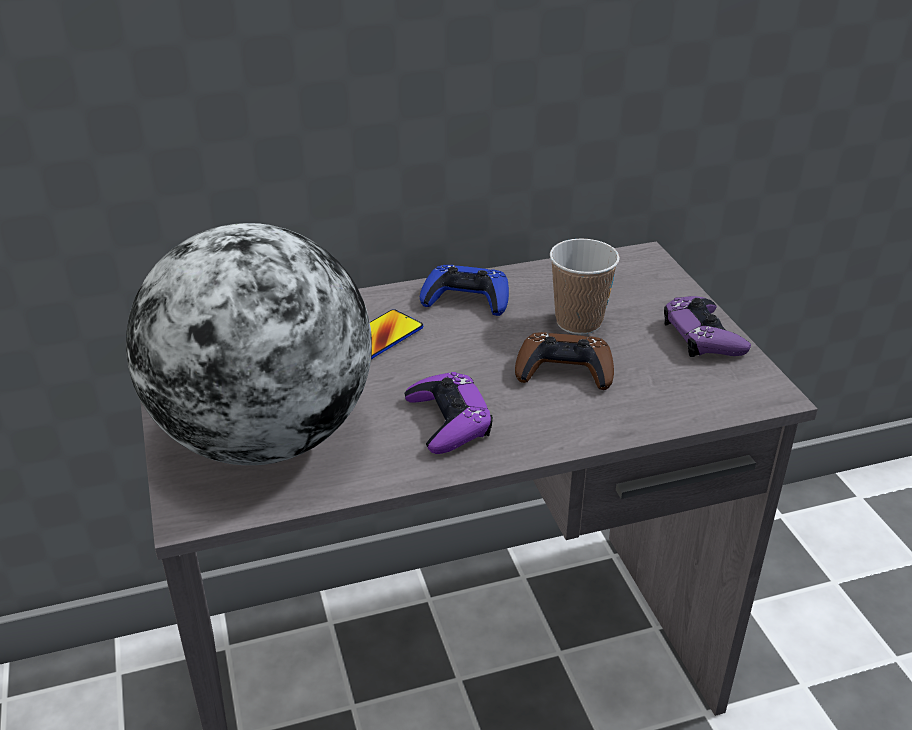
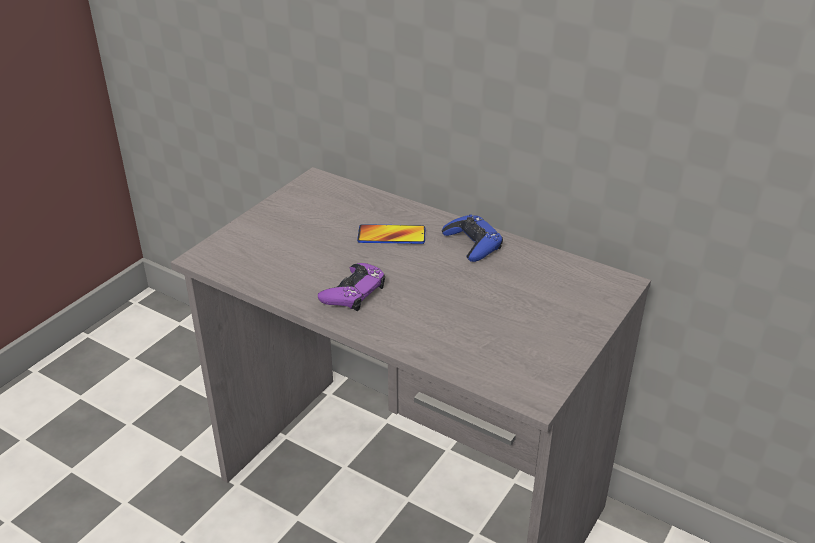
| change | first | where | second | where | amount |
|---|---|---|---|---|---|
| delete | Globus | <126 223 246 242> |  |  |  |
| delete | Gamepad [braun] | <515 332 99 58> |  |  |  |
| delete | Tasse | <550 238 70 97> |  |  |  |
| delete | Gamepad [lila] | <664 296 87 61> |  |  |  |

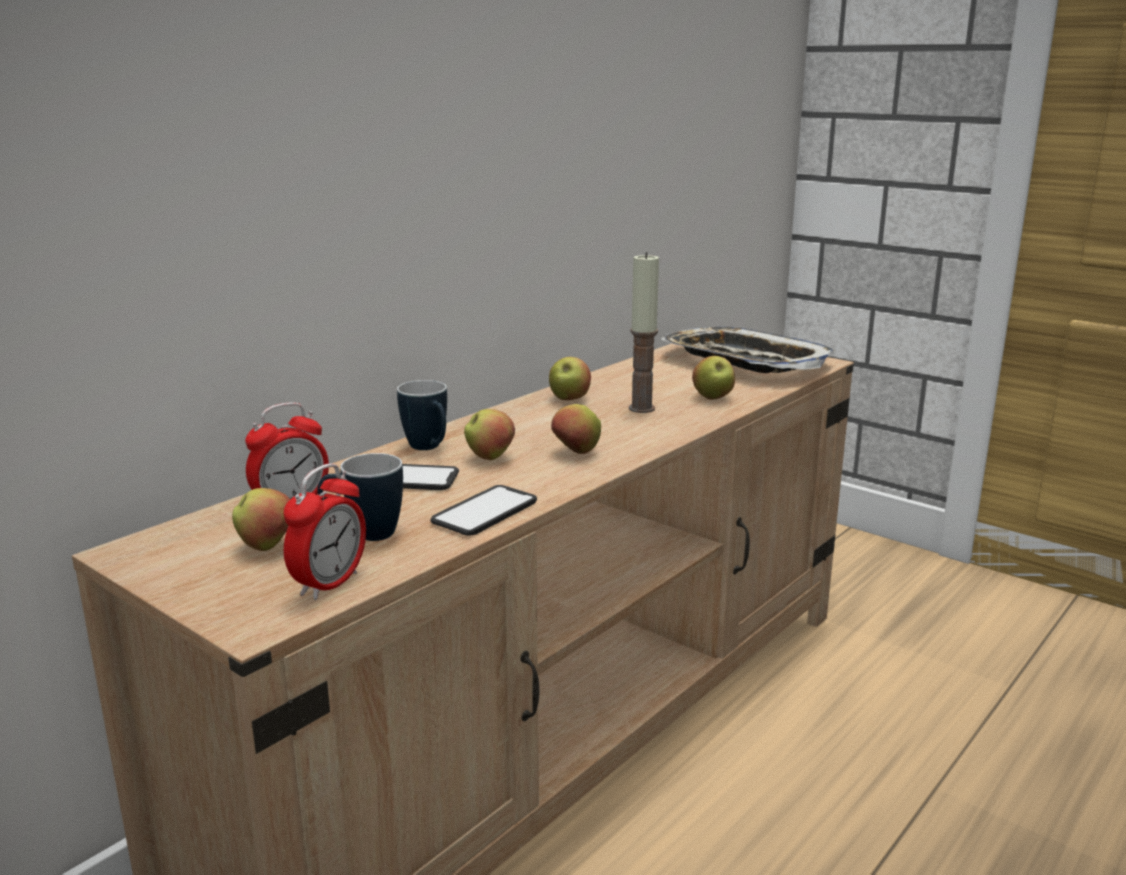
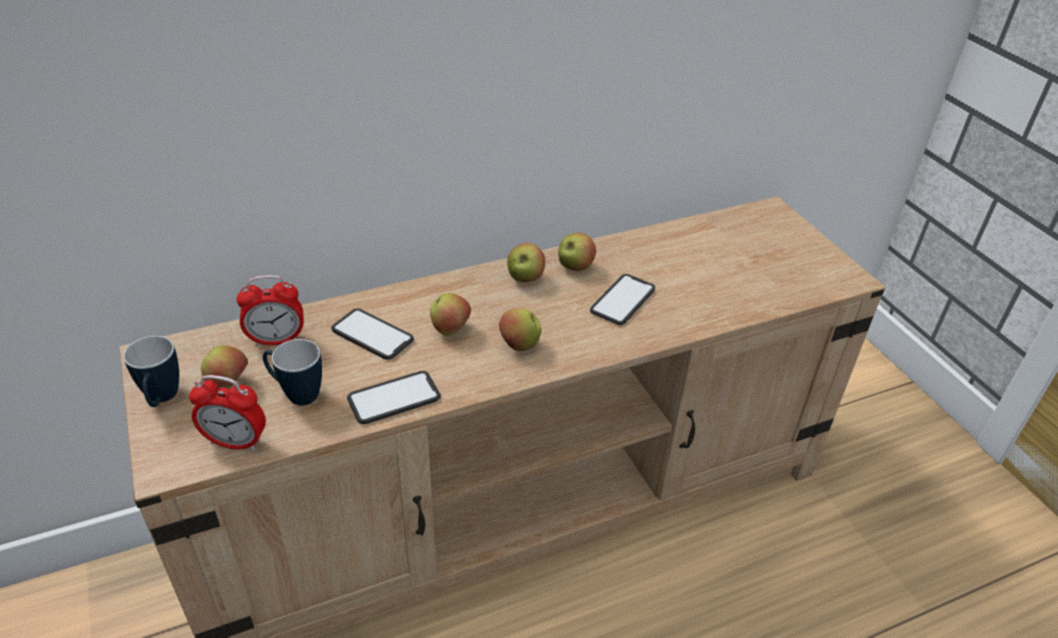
| change | first | where | second | where | amount |
|---|---|---|---|---|---|
| rotate | Wecker | <283 464 83 136> |  | <189 375 77 76> | 45 degrees clockwise |
| move | Henkelbecher | <397 380 50 70> |  | <123 336 56 71> |  |
| replace | Kerze | <629 252 30 161> | Handy | <590 274 65 51> |  |
| delete | Tablett | <661 327 173 46> |  |  |  |
| move | Apfel | <692 356 43 44> |  | <507 243 38 39> |  |

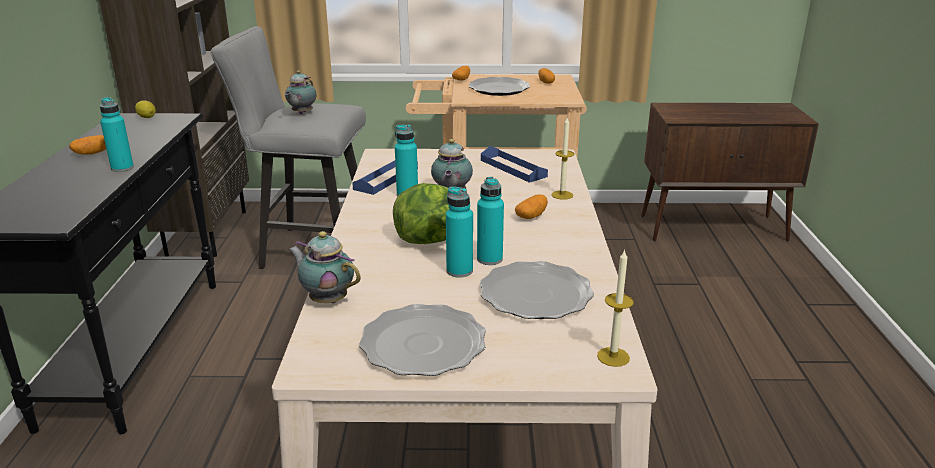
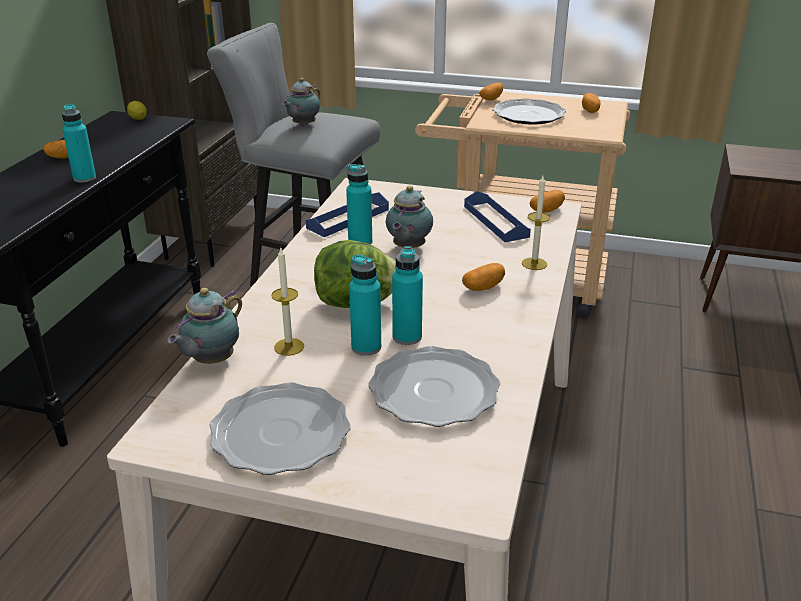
| change | first | where | second | where | amount |
|---|---|---|---|---|---|
| rotate | Teekanne | <288 231 73 72> |  | <167 288 75 76> | 105 degrees counterclockwise |
| move | Kerze | <597 249 37 118> |  | <271 248 33 108> |  |
| insert |  |  | Kartoffel | <530 190 35 23> |  |

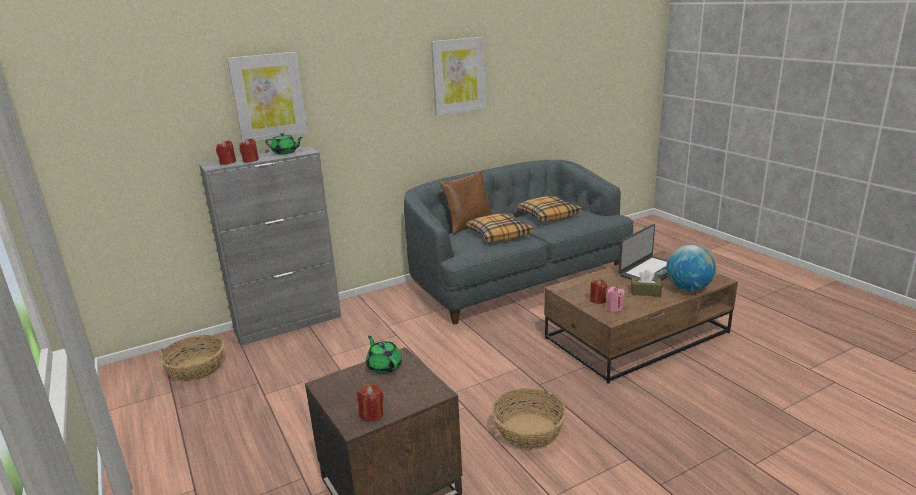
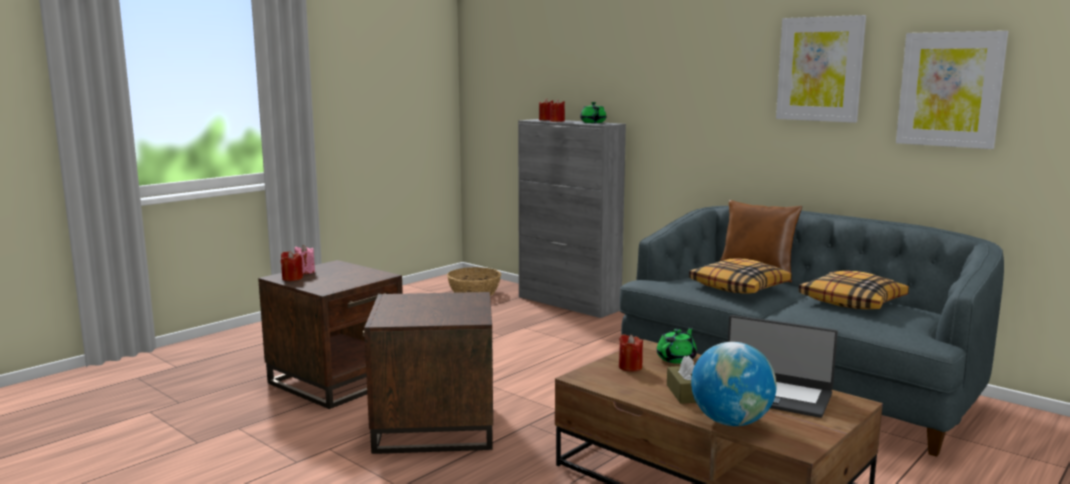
| change | first | where | second | where | amount |
|---|---|---|---|---|---|
| move | Bild | <227 52 81 90> |  | <896 31 113 118> |  |
| move | Teekanne [grün] | <366 336 36 38> |  | <657 327 40 37> |  |
| replace | Korb | <492 388 74 62> | Beistelltisch [braun] | <363 292 130 162> |  |
| move | Kerze [rosa] | <606 287 19 25> |  | <294 245 21 29> |  |

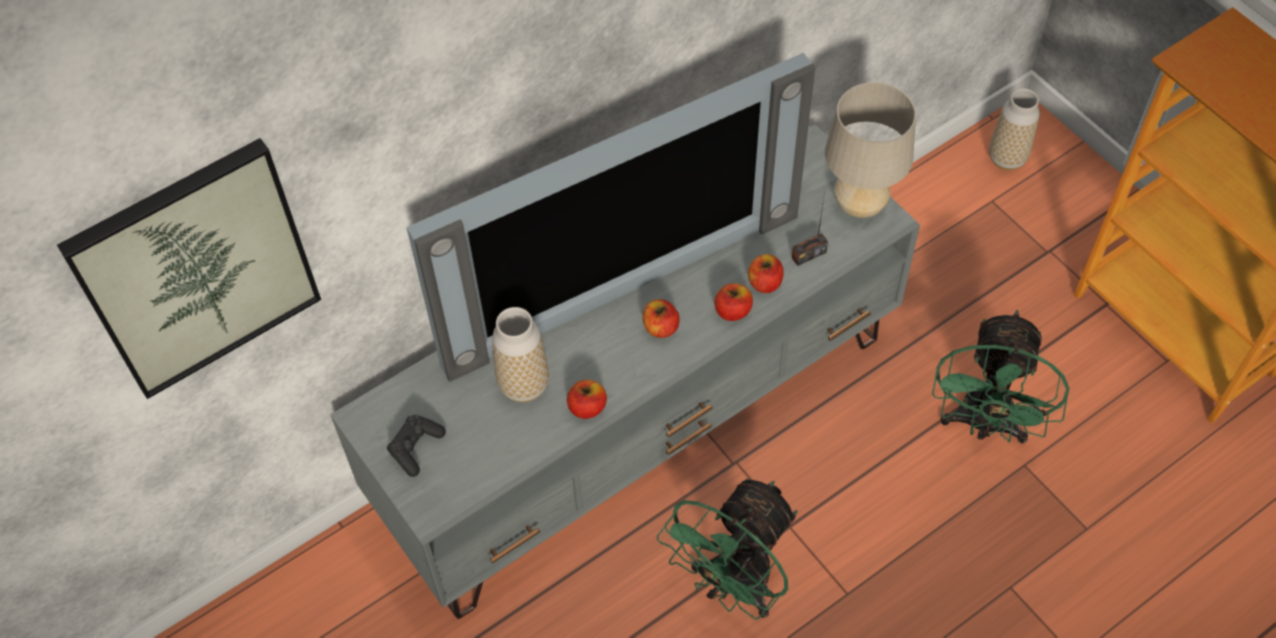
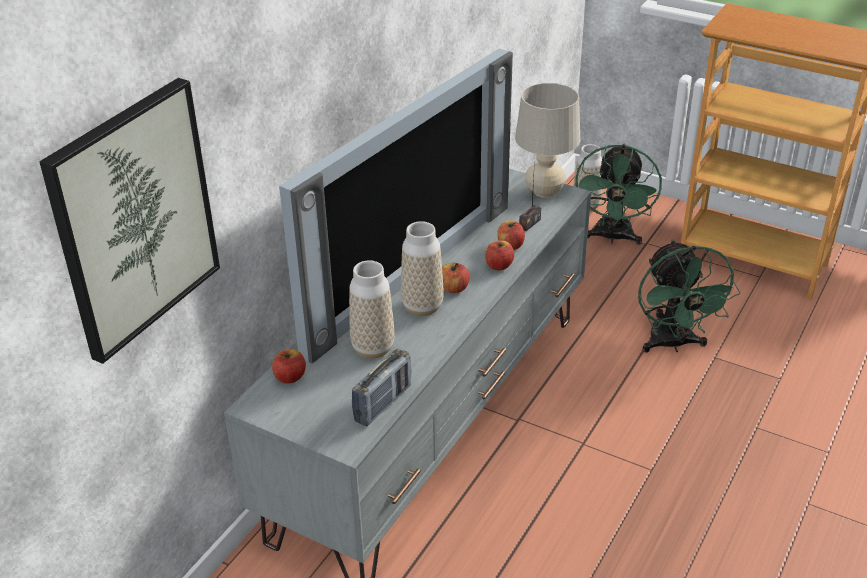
| change | first | where | second | where | amount |
|---|---|---|---|---|---|
| delete | Gamepad [schwarz] | <387 415 59 62> |  |  |  |
| move | Apfel | <567 380 40 39> |  | <272 349 34 35> |  |
| move | Ventilator [grün] | <657 479 140 141> |  | <574 144 88 101> |  |
| insert |  |  | Radio | <352 349 60 77> |  |
| insert |  |  | Vase | <401 221 43 95> |  |

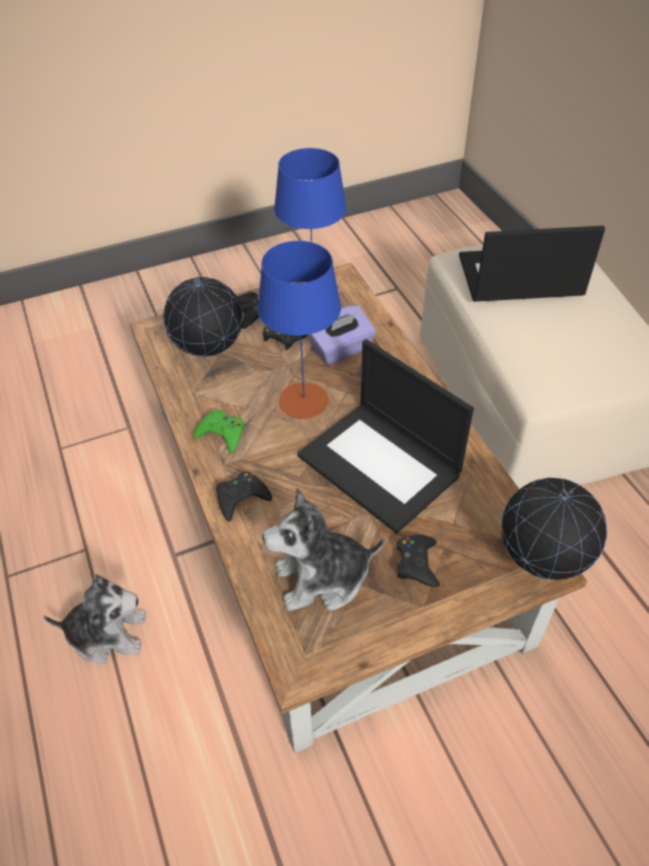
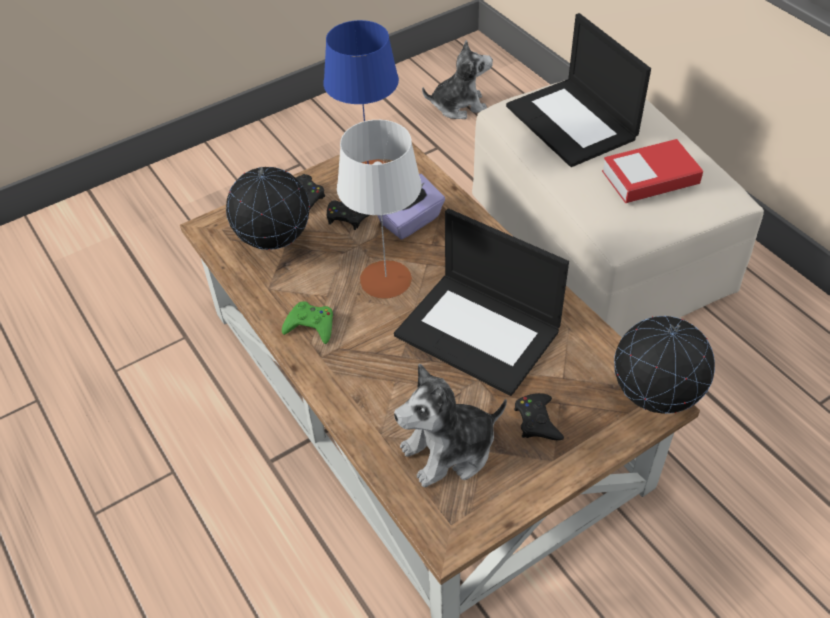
| change | first | where | second | where | amount |
|---|---|---|---|---|---|
| move | Plüschtier | <43 574 104 90> |  | <422 40 71 79> |  |
| delete | Gamepad [schwarz] | <216 471 56 50> |  |  |  |
| recolor | Tischlampe [blau] | <257 241 84 178> | Tischlampe [weiß] | <337 120 84 179> |  |
| rotate | Laptop | <459 226 146 76> |  | <506 13 145 154> | 105 degrees counterclockwise |
| insert |  |  | Buch | <602 139 101 64> |  |

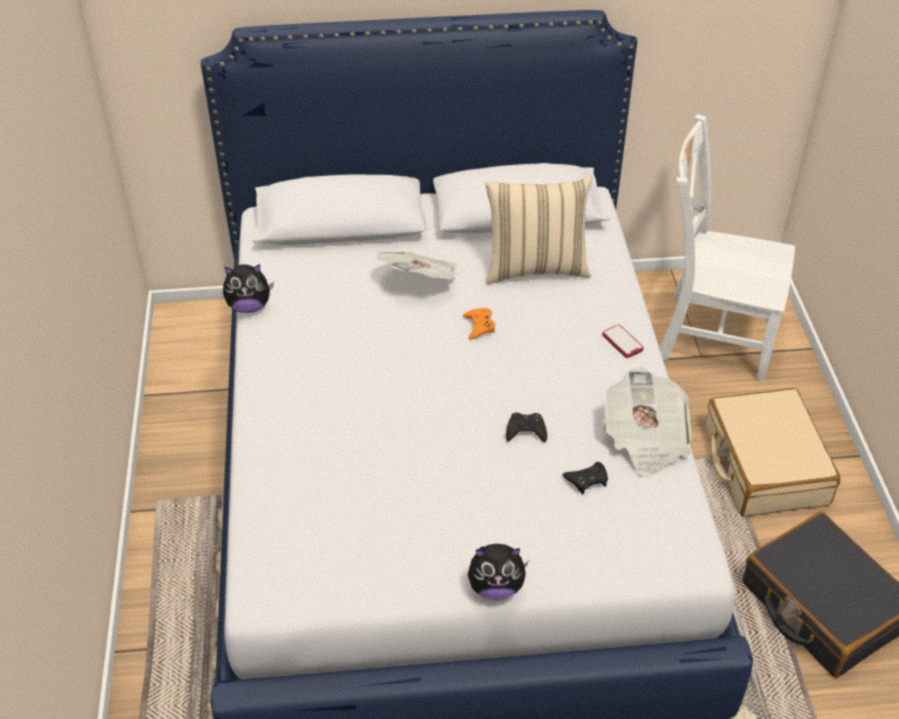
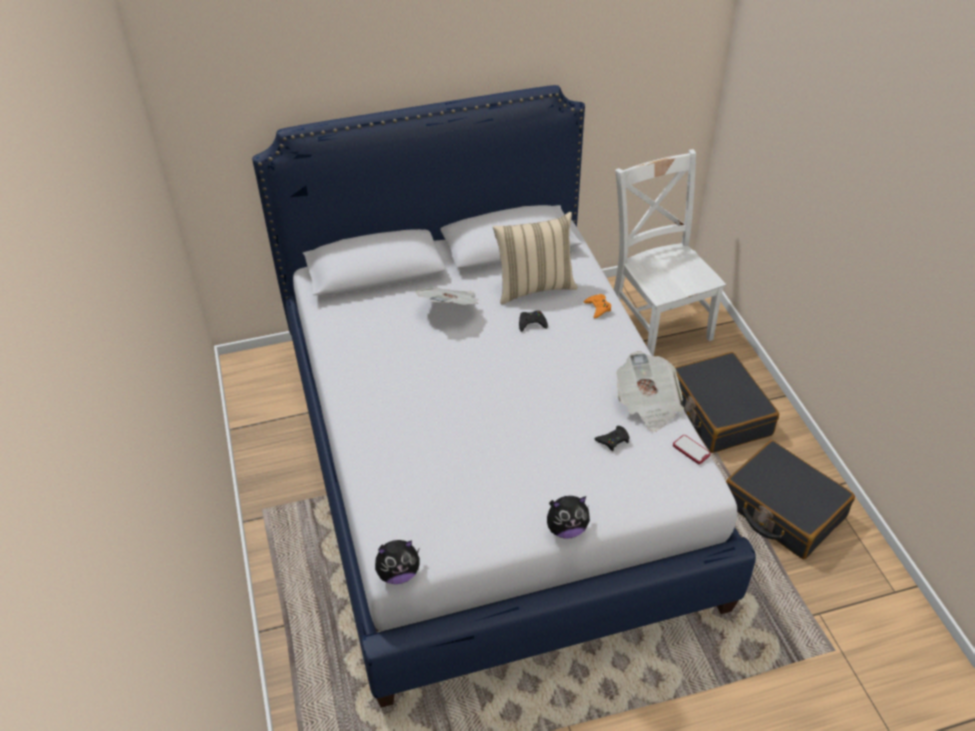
| change | first | where | second | where | amount |
|---|---|---|---|---|---|
| move | Plüschtier | <223 264 51 49> |  | <375 540 45 44> |  |
| move | Gamepad [orange] | <463 308 32 31> |  | <584 294 27 24> |  |
| move | Gamepad [schwarz] | <506 413 41 29> |  | <519 310 29 22> |  |
| move | Handy | <602 325 42 33> |  | <673 435 38 29> |  |
| rotate | Stuhl [weiß] | <660 114 135 268> |  | <614 149 112 207> | 60 degrees clockwise |
| recolor | Koffer [beige] | <705 388 136 129> | Koffer [schwarz] | <675 352 104 101> |  |

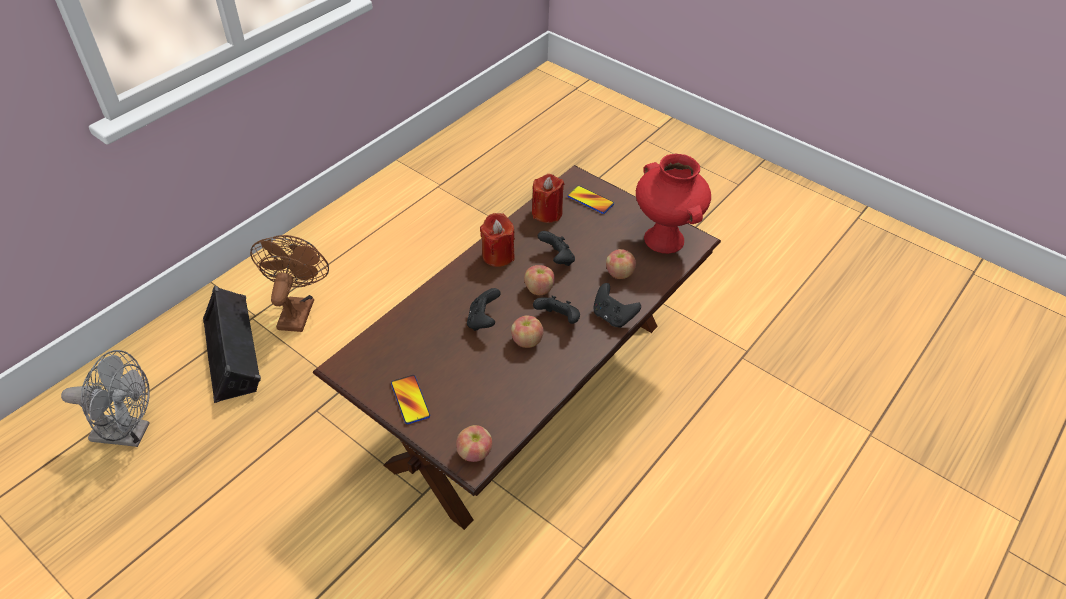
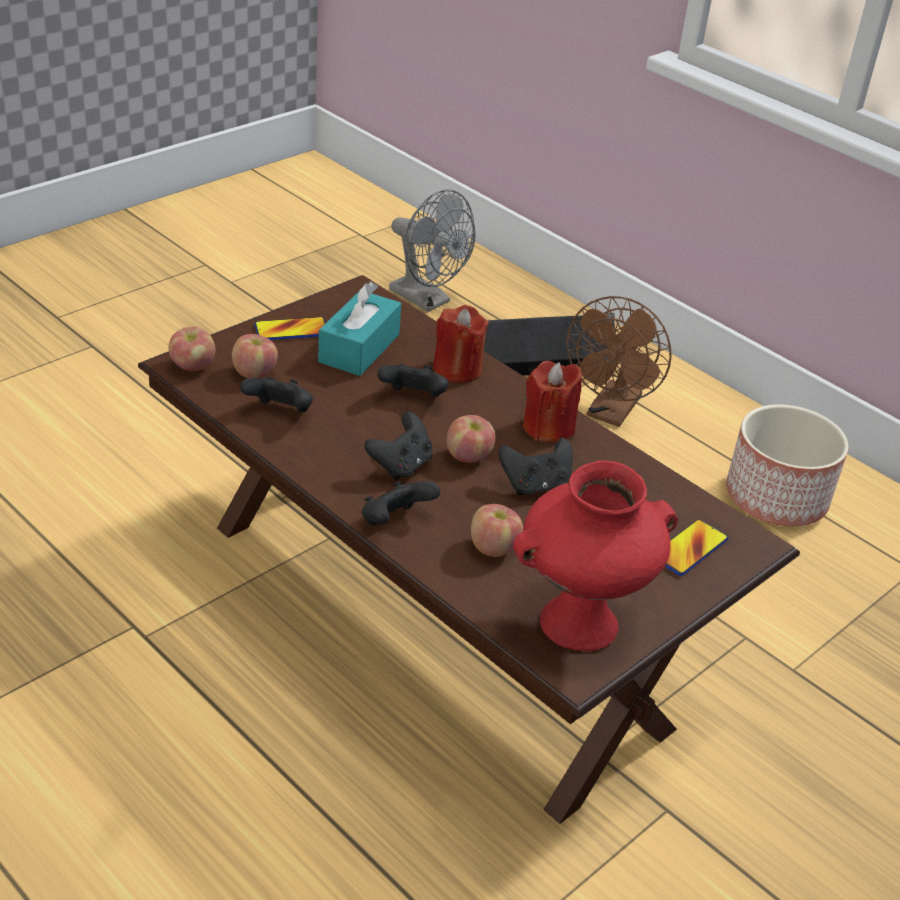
| change | first | where | second | where | amount |
|---|---|---|---|---|---|
| rotate | Ventilator [grau] | <61 350 89 97> |  | <389 190 87 122> | 60 degrees counterclockwise |
| rotate | Ventilator [braun] | <250 235 79 97> |  | <567 296 105 131> | 105 degrees clockwise |
| move | Apfel | <511 315 33 33> |  | <232 334 46 44> |  |
| move | Kerze [rot] | <532 174 32 49> |  | <433 305 56 78> |  |
| insert |  |  | Gamepad [schwarz] | <240 377 73 36> |  |
| insert |  |  | Taschentuchbox [türkis] | <318 282 83 94> |  |
| insert |  |  | Pflanzkübel | <726 404 122 122> |  |

